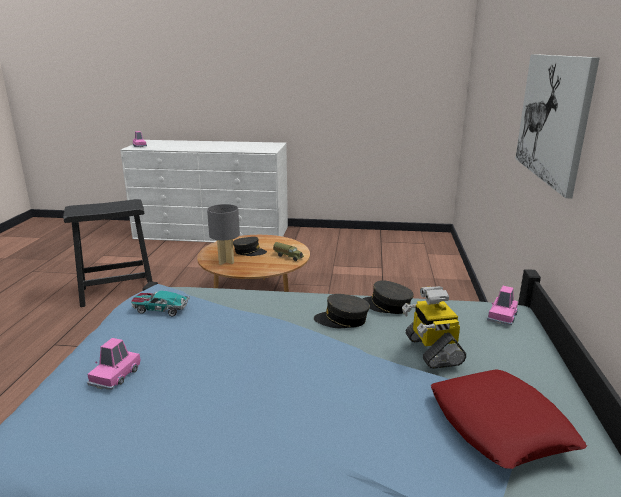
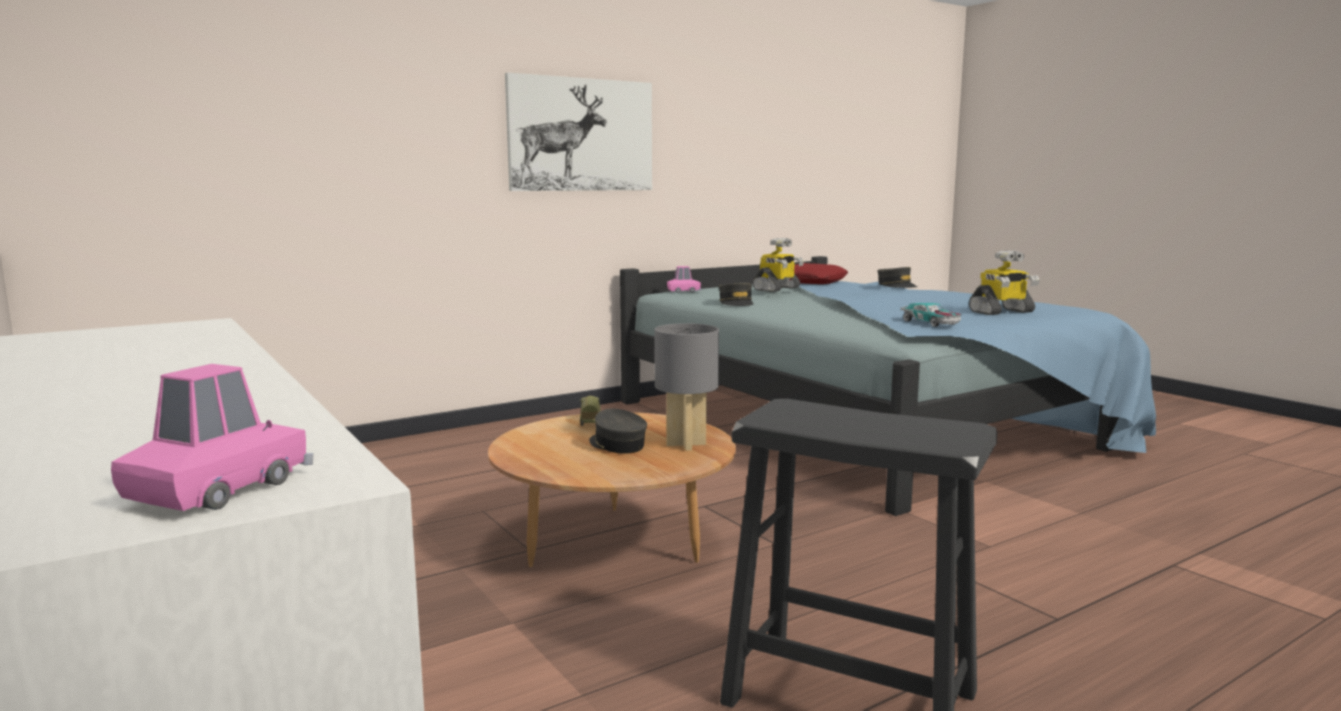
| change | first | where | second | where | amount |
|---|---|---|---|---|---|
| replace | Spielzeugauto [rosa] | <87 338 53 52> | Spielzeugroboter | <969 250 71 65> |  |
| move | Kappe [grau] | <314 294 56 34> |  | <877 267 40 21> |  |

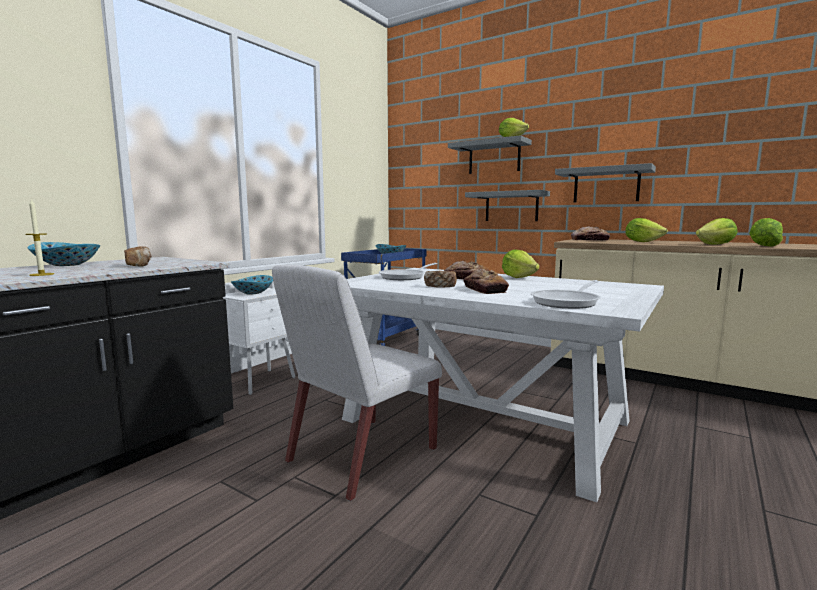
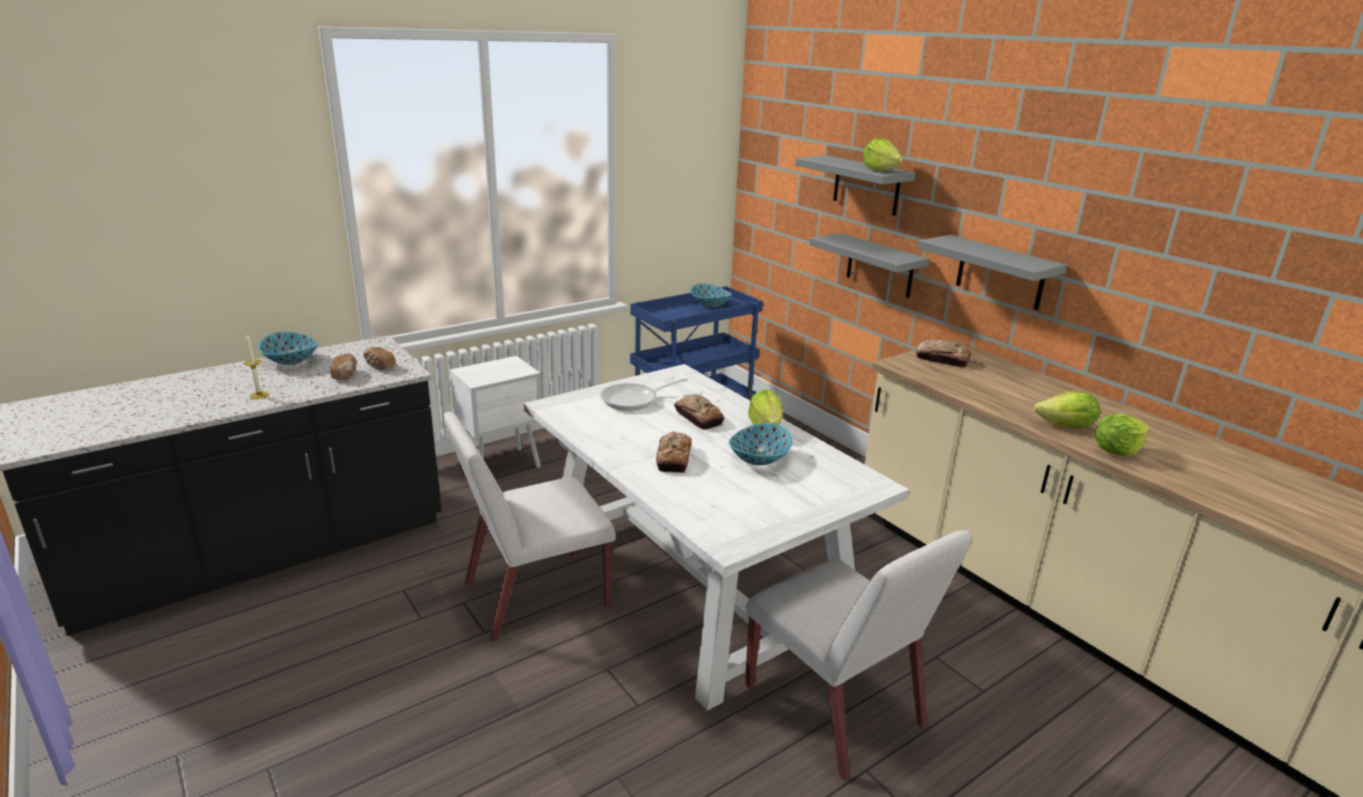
| change | first | where | second | where | amount |
|---|---|---|---|---|---|
| move | Schüssel | <231 275 42 19> |  | <729 423 63 43> |  |
| move | Brot | <424 271 33 17> |  | <363 347 33 23> |  |
| delete | Pfanne | <531 280 70 29> |  |  |  |
| delete | Salatkopf | <625 218 43 24> |  |  |  |
| insert |  |  | Stuhl [weiß] | <745 530 227 251> |  |

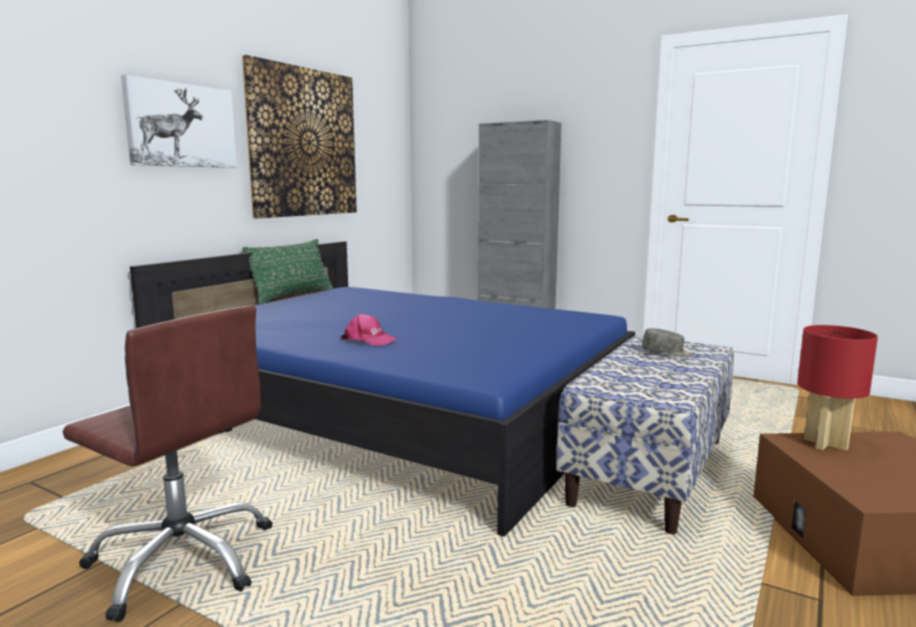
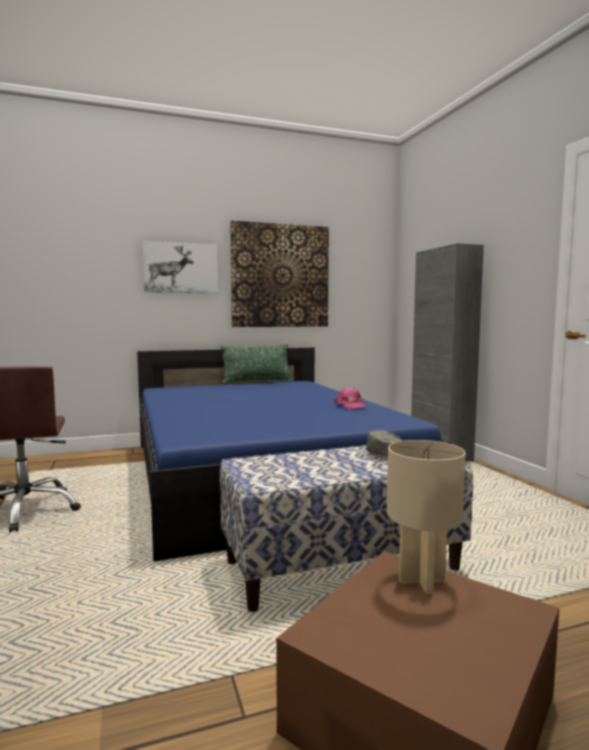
| change | first | where | second | where | amount |
|---|---|---|---|---|---|
| move | Kappe [rosa] | <341 314 57 33> |  | <334 387 32 22> |  |
| recolor | Tischlampe [rot] | <797 325 81 126> | Tischlampe [beige] | <387 440 79 154> |  |

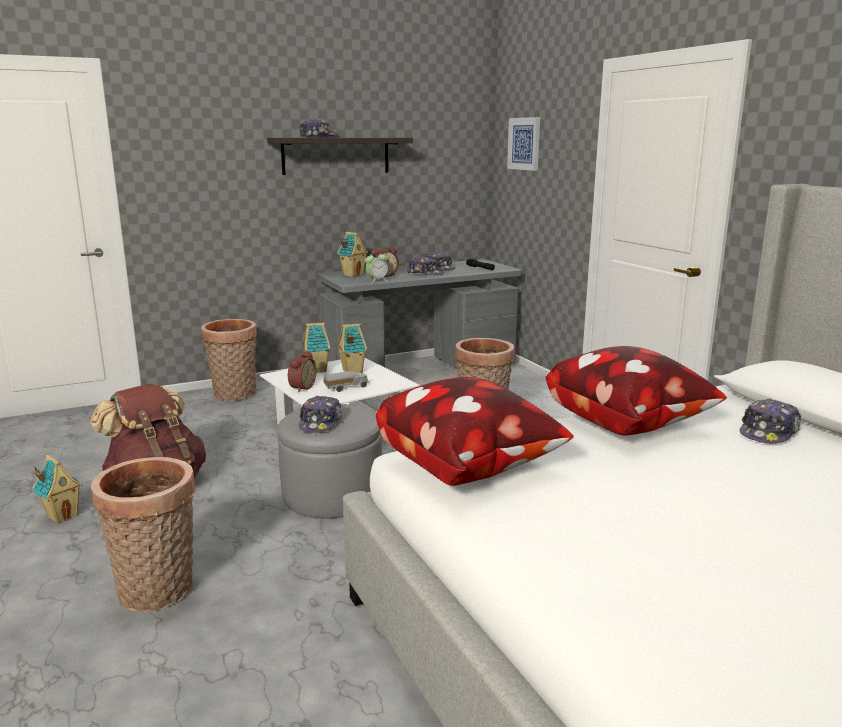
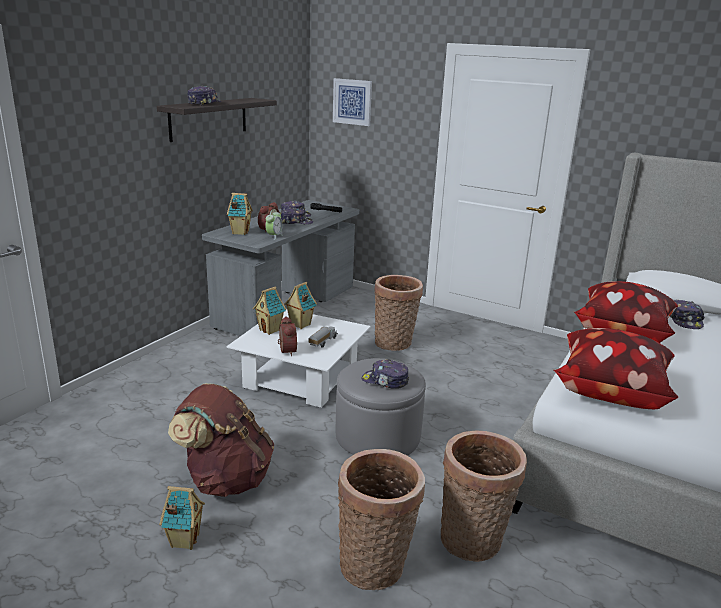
| change | first | where | second | where | amount |
|---|---|---|---|---|---|
| move | Korb | <201 319 56 82> |  | <441 430 86 132> |  |
| rotate | Kappe | <299 395 43 38> |  | <362 359 47 30> | 135 degrees clockwise |

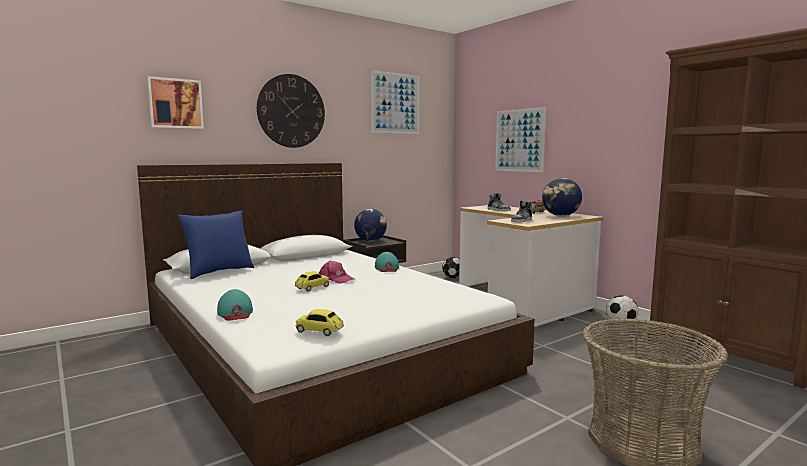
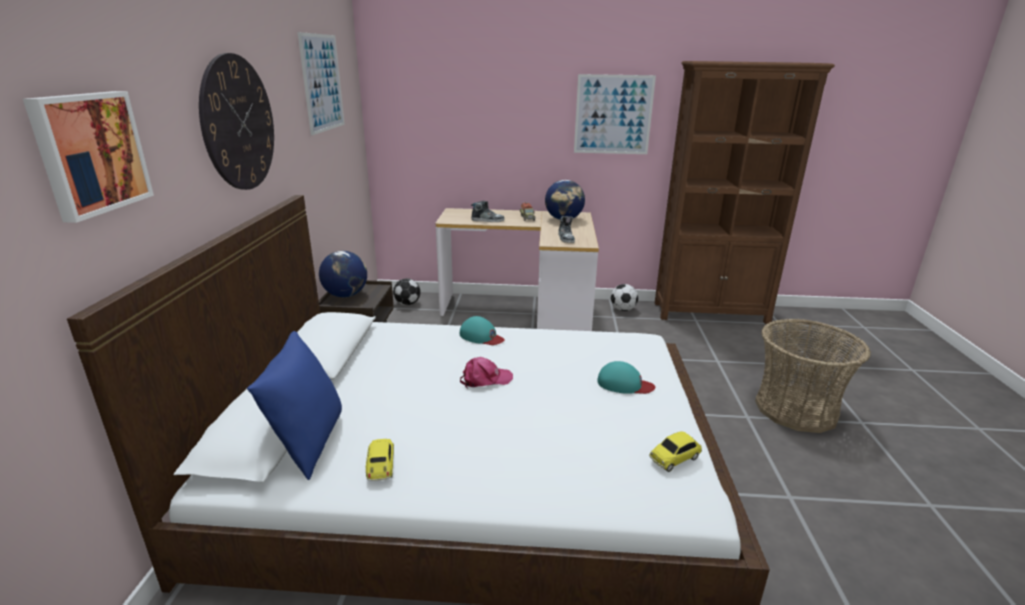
| change | first | where | second | where | amount |
|---|---|---|---|---|---|
| move | Kappe [türkis] | <217 289 36 32> |  | <597 361 58 33> |  |
| move | Spielzeugauto | <294 271 35 20> |  | <366 439 28 42> |  |
| move | Bild | <495 107 51 65> |  | <574 74 82 80> |  |

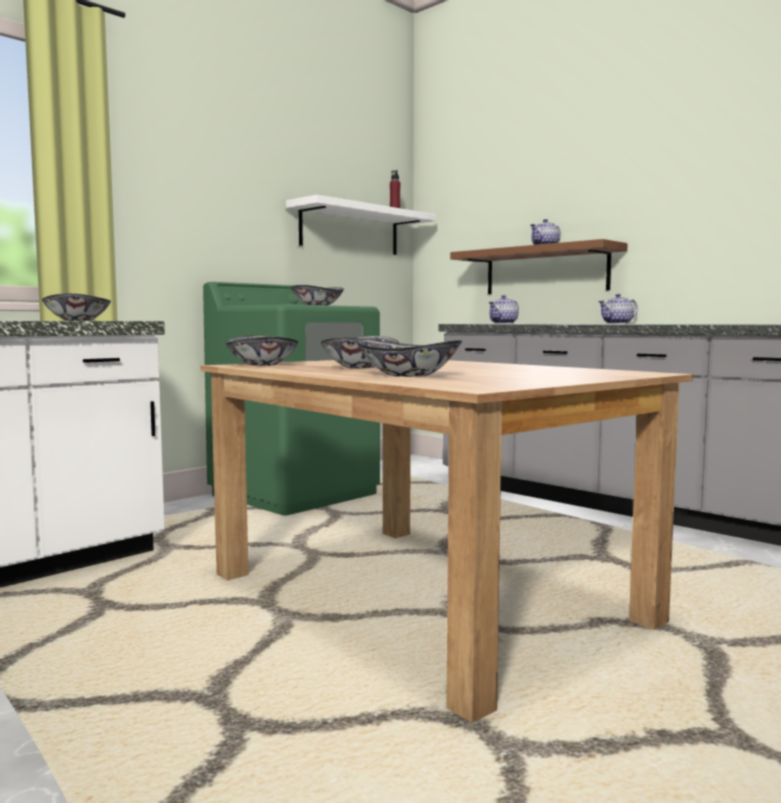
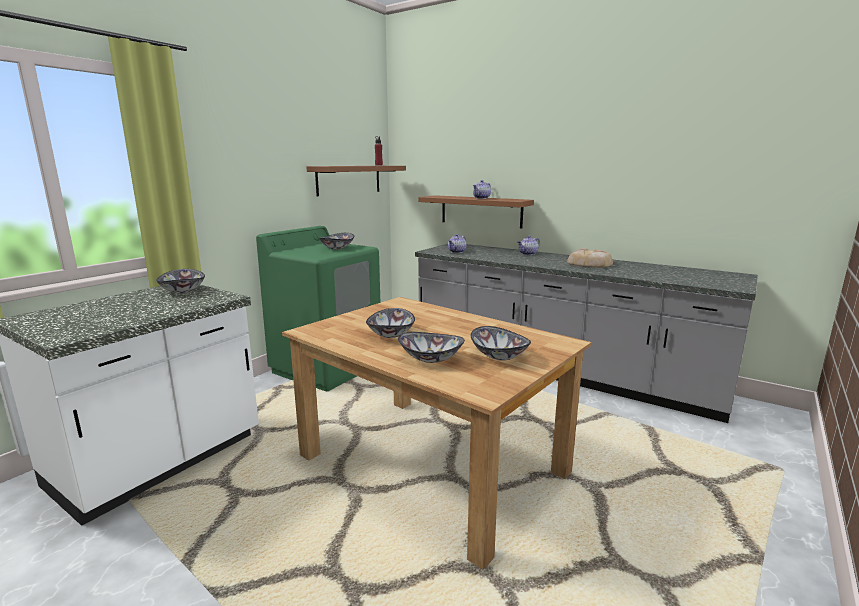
| change | first | where | second | where | amount |
|---|---|---|---|---|---|
| move | Schüssel | <225 335 74 31> |  | <471 326 60 35> |  |
| recolor | Wandregal [weiß] | <286 195 150 60> | Wandregal [braun] | <306 166 100 30> |  |
| insert |  |  | Brot | <567 248 46 20> |  |

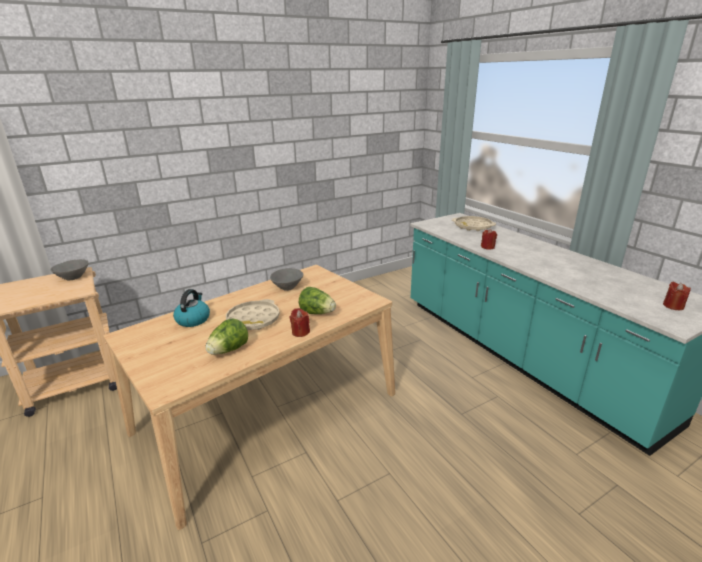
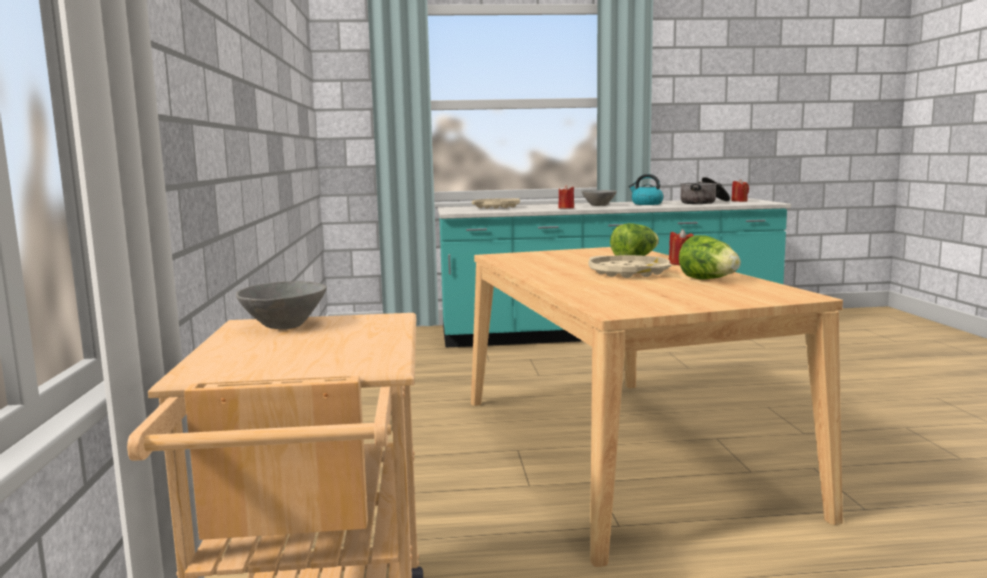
| change | first | where | second | where | amount |
|---|---|---|---|---|---|
| move | Wasserkessel | <173 289 37 38> |  | <629 174 35 31> |  |
| move | Schüssel [grau] | <270 268 33 23> |  | <582 190 35 16> |  |
| insert |  |  | Kochtopf | <680 177 50 27> |  |

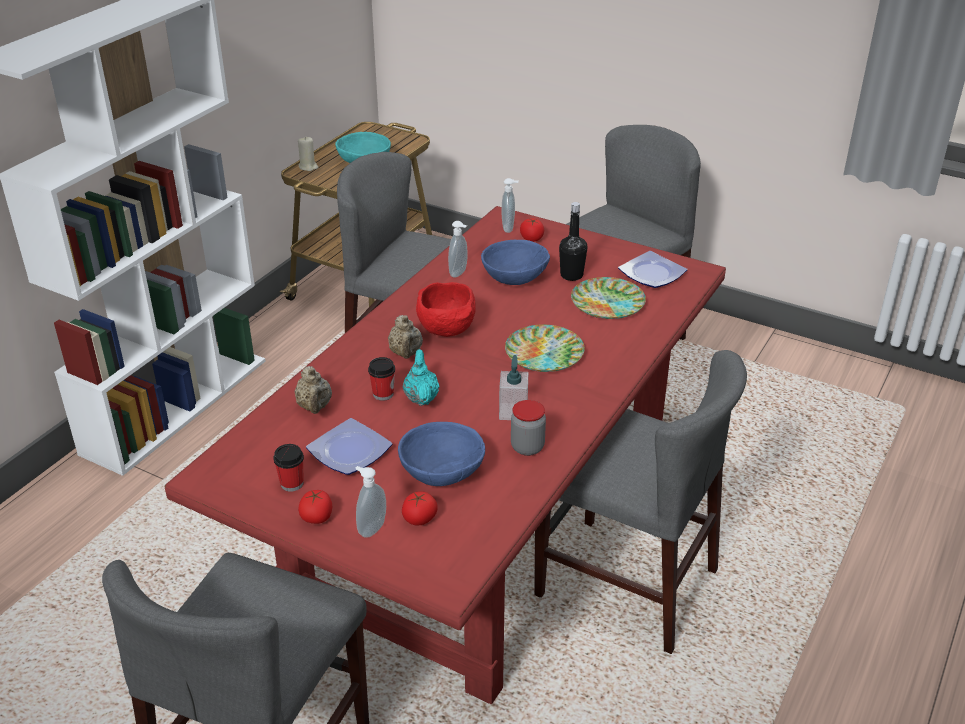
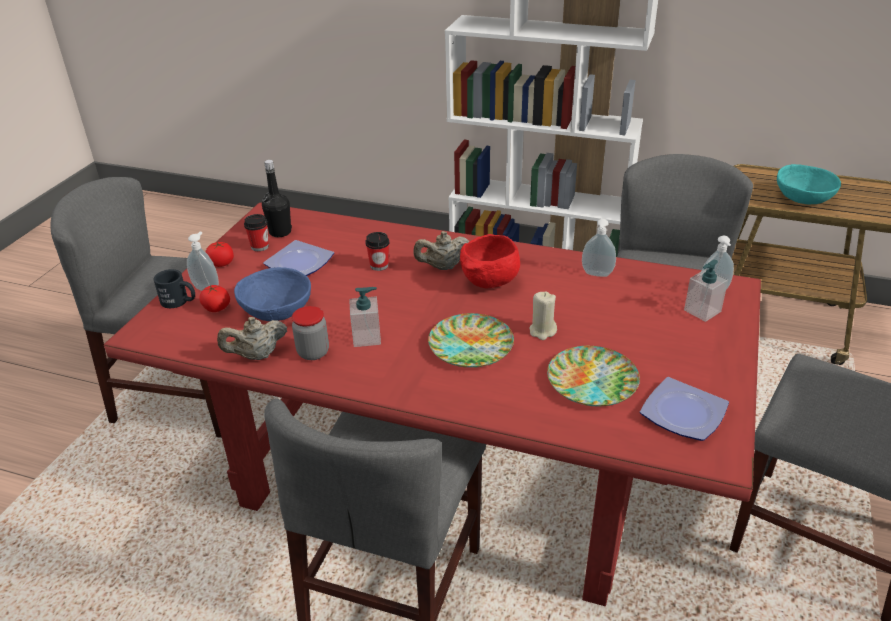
| change | first | where | second | where | amount |
|---|---|---|---|---|---|
| move | Teekanne [beige] | <294 366 38 48> |  | <217 317 70 43> |  |
| move | Kerze [beige] | <298 137 21 34> |  | <529 291 28 49> |  |
| delete | Teekanne [türkis] | <403 349 37 57> |  |  |  |
| delete | Schüssel [blau] | <481 240 69 45> |  |  |  |
| replace | Tomate | <520 218 24 24> | Seifenspender | <684 260 44 62> |  |
| move | Flasche [schwarz] | <559 202 28 79> |  | <262 160 30 77> |  |
| insert |  |  | Henkelbecher [schwarz] | <154 269 41 39> |  |

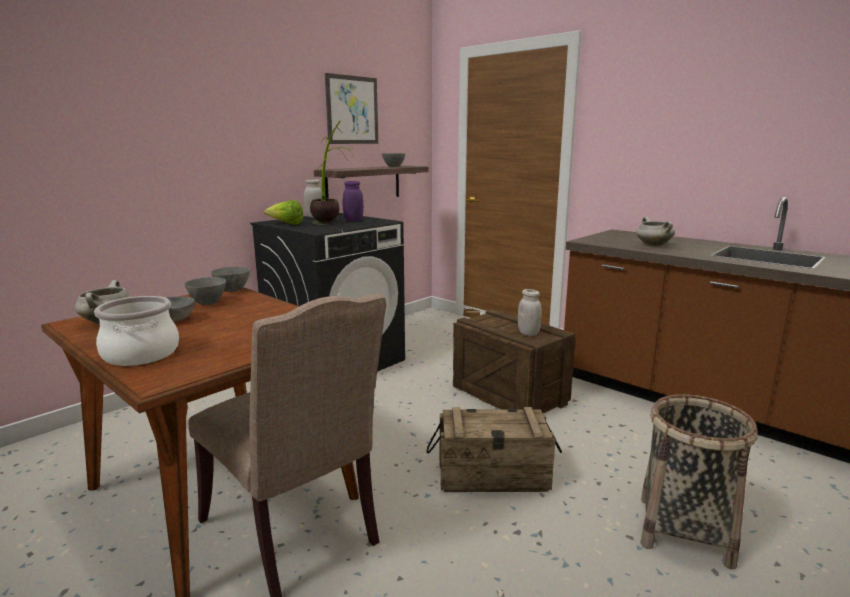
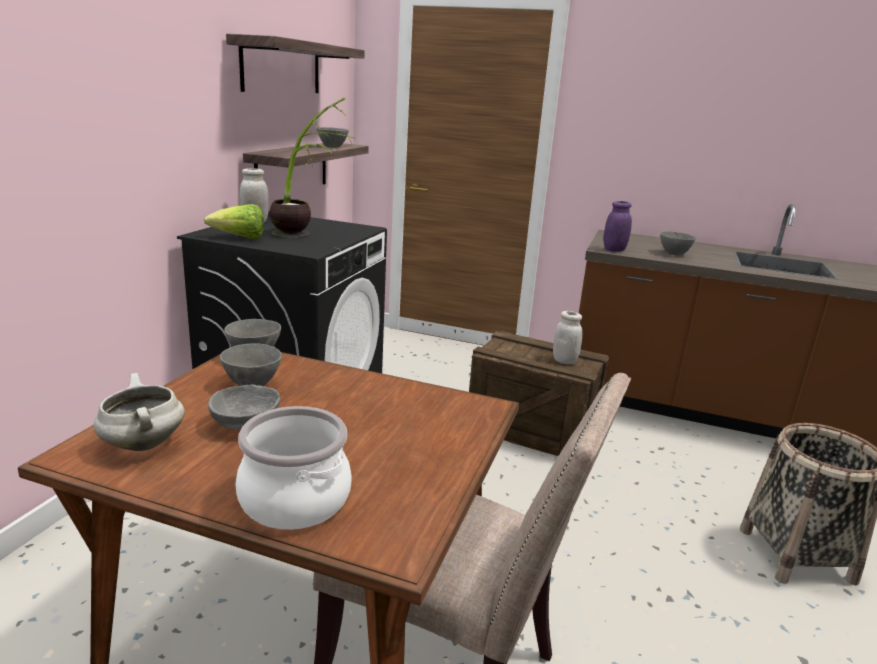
| change | first | where | second | where | amount |
|---|---|---|---|---|---|
| replace | Bild | <325 73 53 71> | Wandregal | <226 34 139 59> |  |
| move | Vorratsglas [lila] | <343 181 21 40> |  | <604 201 28 51> |  |
| delete | Kiste | <426 407 136 85> |  |  |  |
| replace | Kochtopf [weiß] | <636 217 39 30> | Schüssel [grau] | <660 231 36 24> |  |

